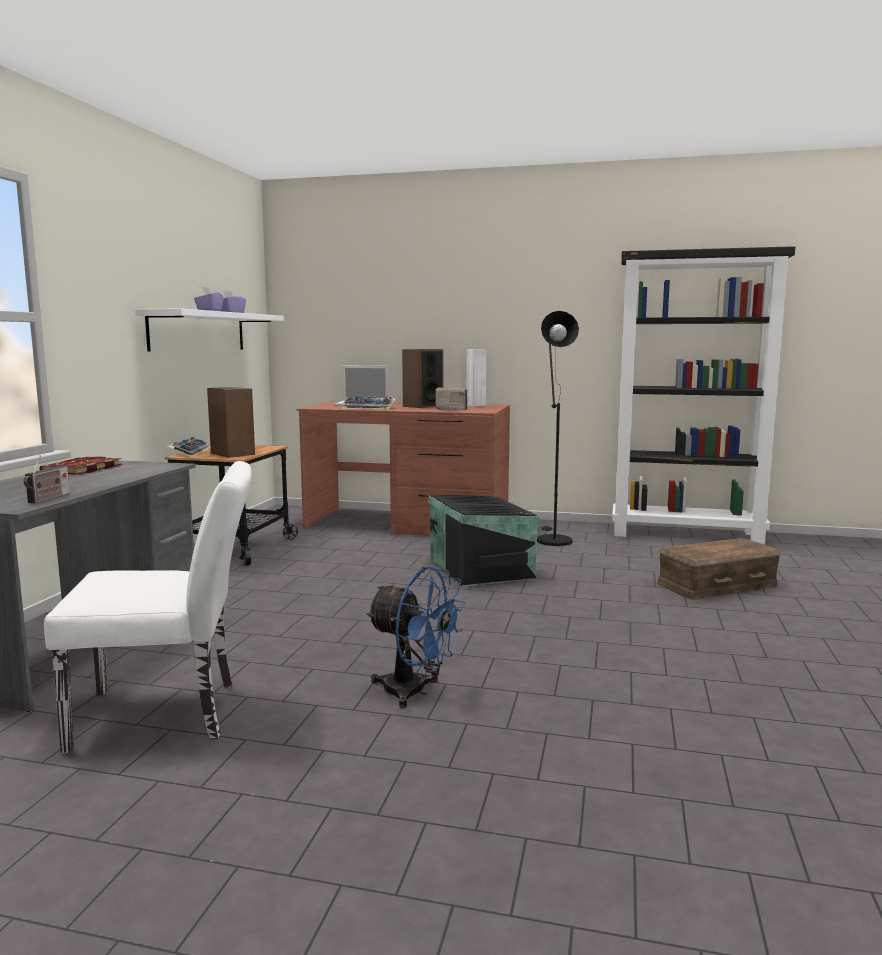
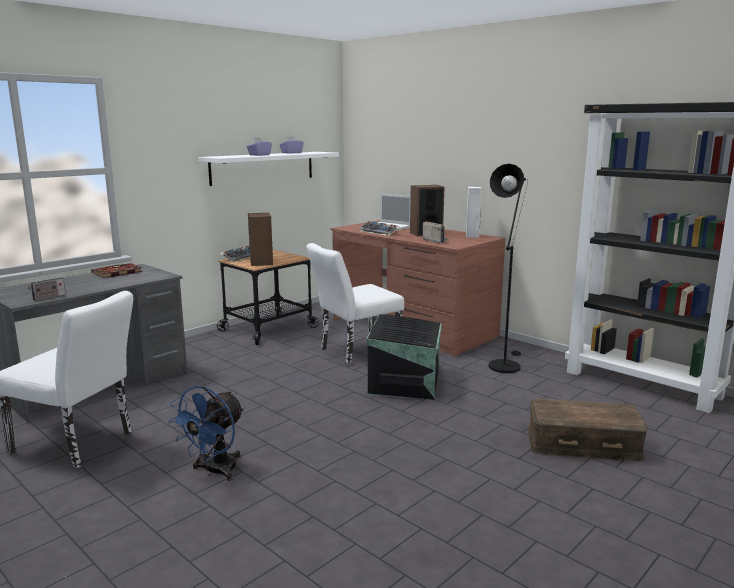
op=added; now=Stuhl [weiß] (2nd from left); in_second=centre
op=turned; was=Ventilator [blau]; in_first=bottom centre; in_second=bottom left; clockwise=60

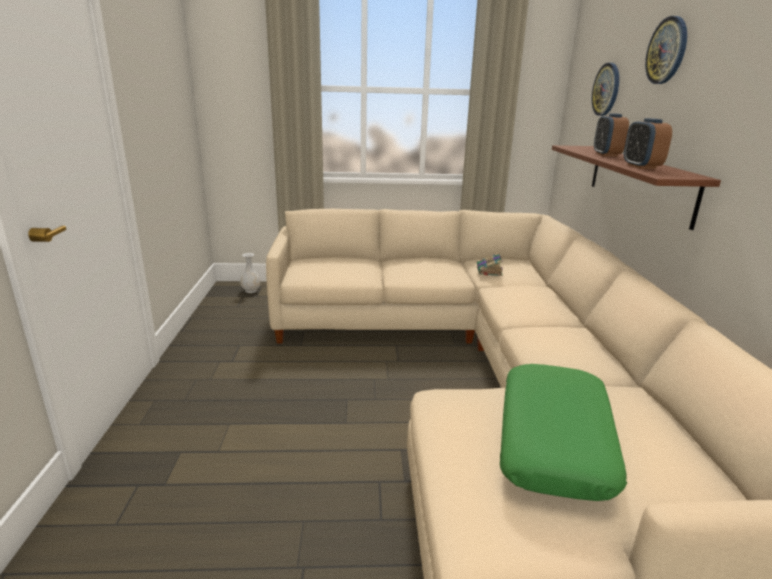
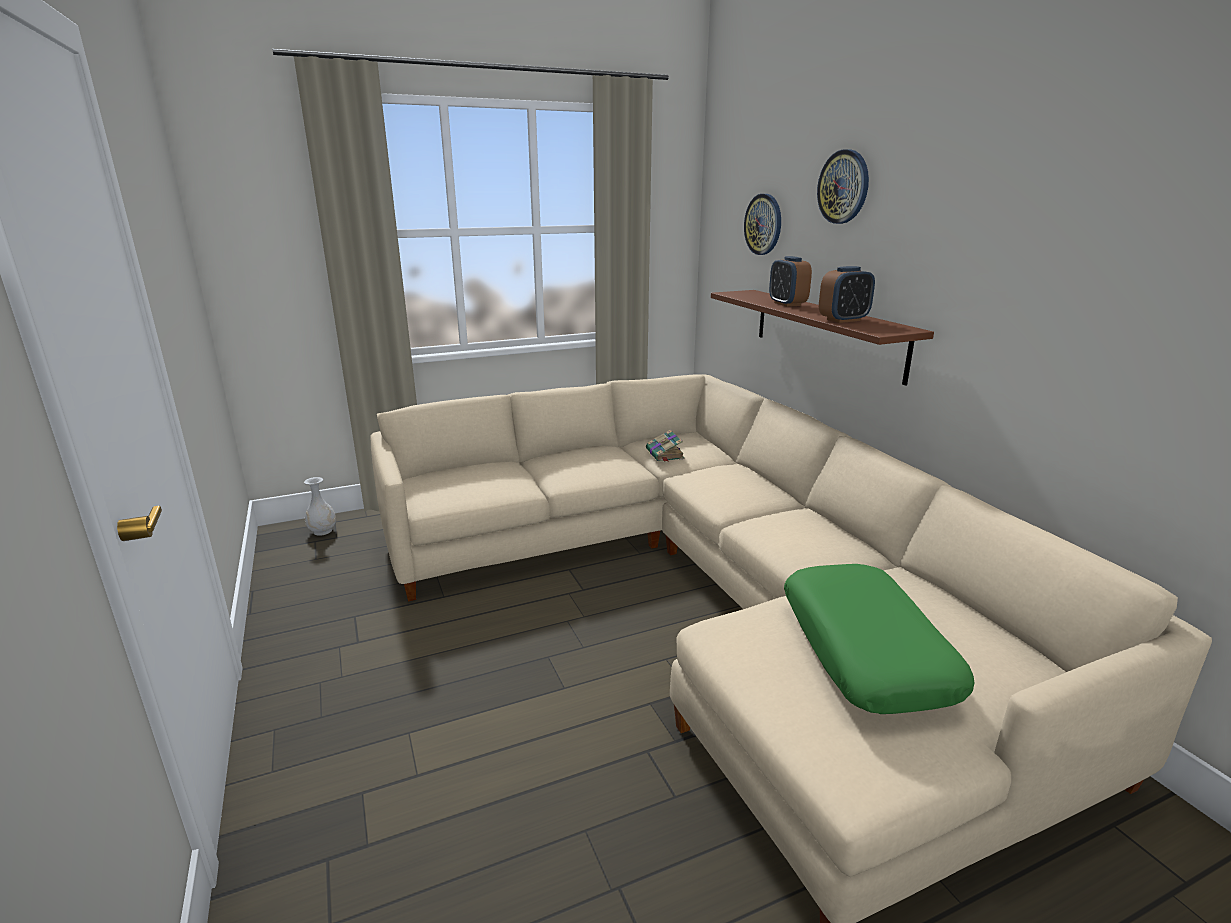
op=turned; was=Wecker (2nd from left); in_first=top right; in_second=top right; clockwise=-90

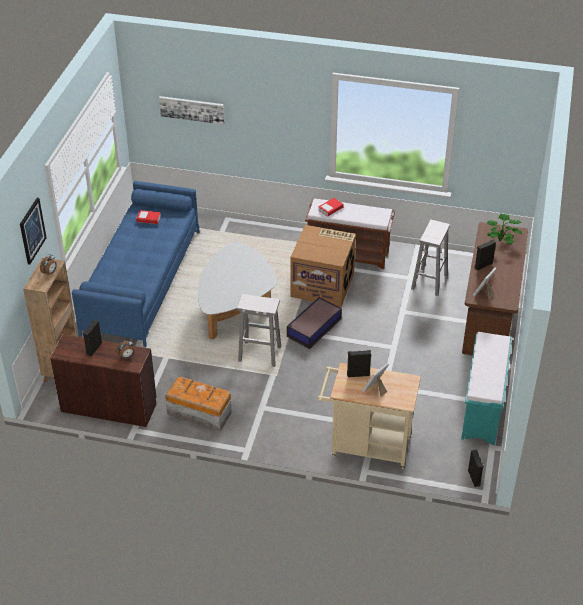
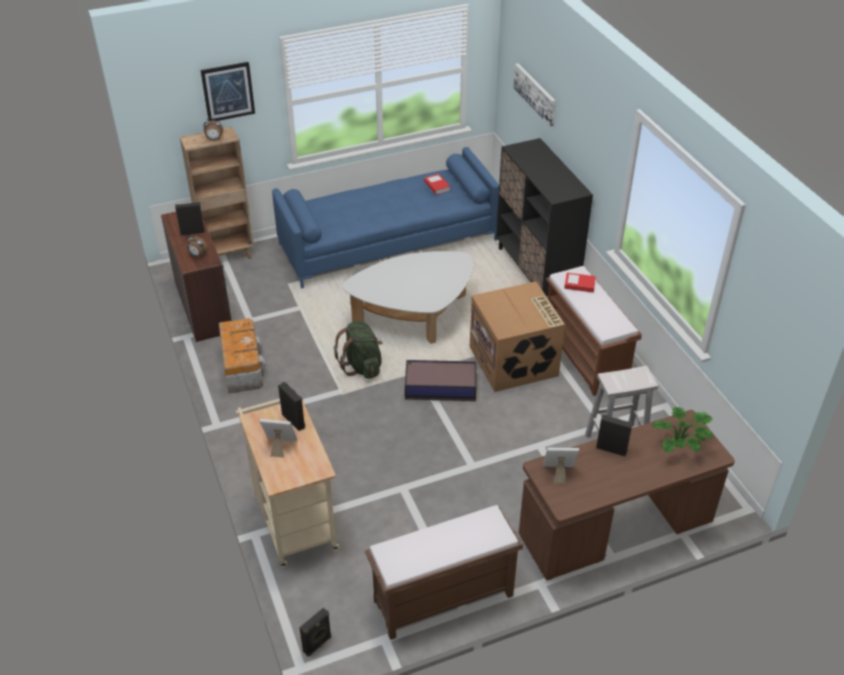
op=added; now=Schrank [schwarz]; in_second=top centre
op=replaced; was=Hocker [weiß] (1st from left); now=Rucksack [grün]; in_first=centre; in_second=centre
op=recoloured; was=Bank [türkis]; now=Bank [braun] (1st from left); in_first=middle right; in_second=bottom centre

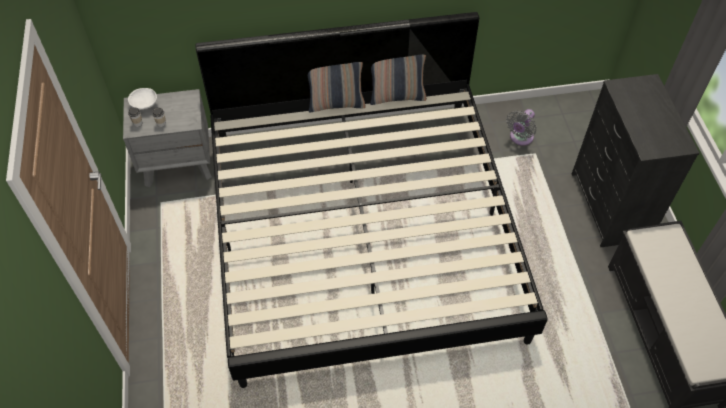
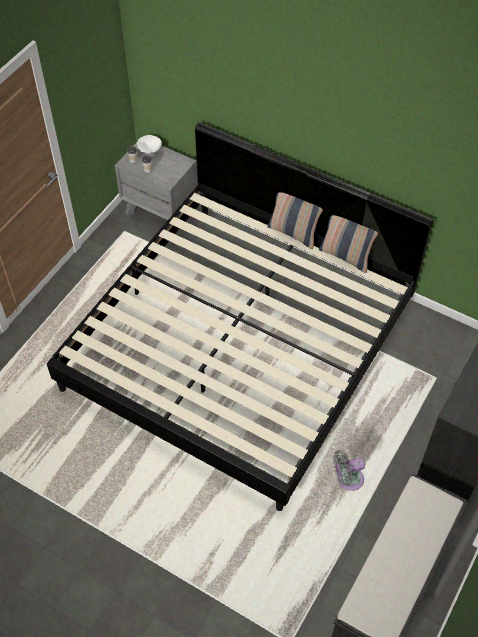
op=moved; was=Ventilator [grau]; in_first=top right; in_second=bottom right

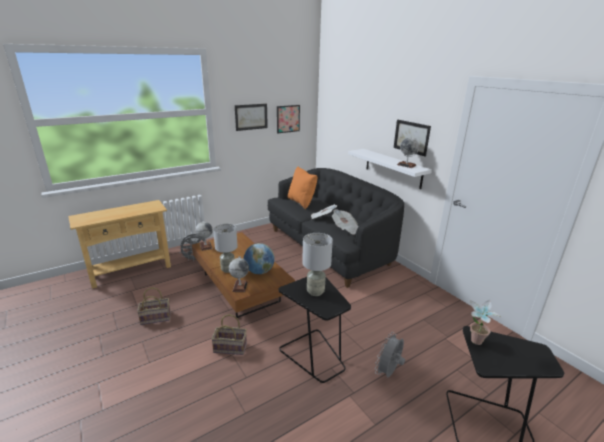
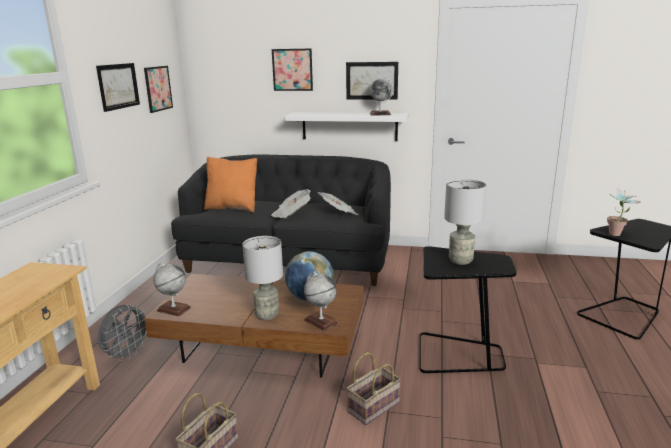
op=removed; was=Ventilator [grau] (2nd from left); in_first=bottom centre
op=added; now=Bild (3rd from left); in_second=top centre

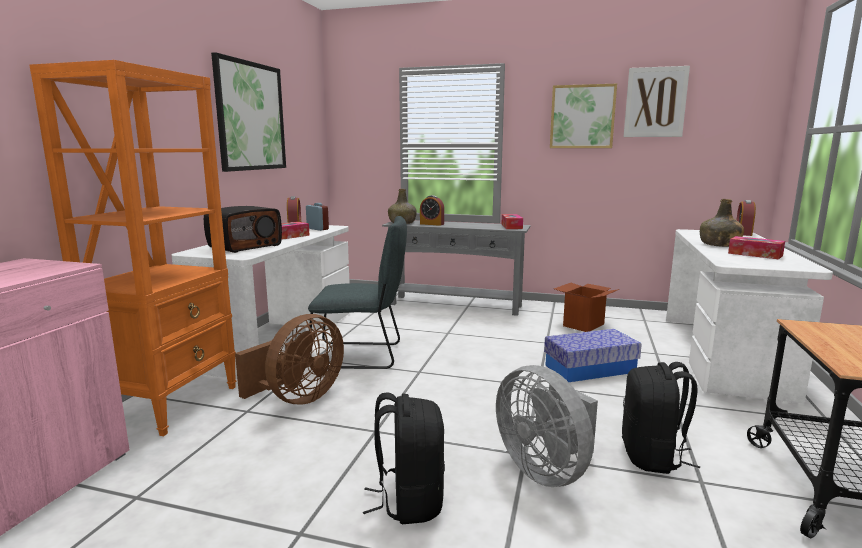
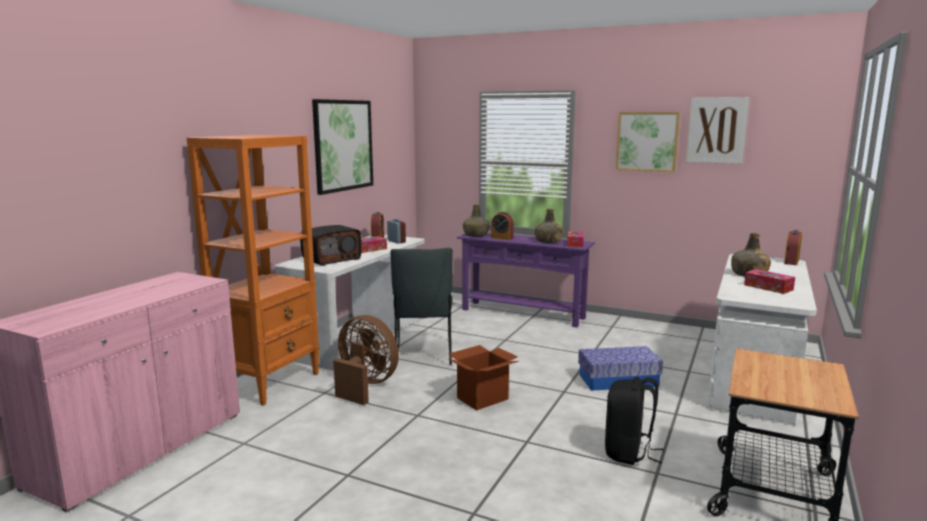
op=removed; was=Rucksack [schwarz] (1st from left); in_first=bottom centre
op=removed; was=Ventilator [grau]; in_first=bottom centre
op=added; now=Flasche [grün] (2nd from left); in_second=centre
op=moved; was=Karton; in_first=middle right; in_second=bottom centre
op=recoloured; was=Konsolentisch [grau]; now=Konsolentisch [lila]; in_first=centre; in_second=centre
op=turned; was=Ventilator [braun]; in_first=centre; in_second=bottom centre; clockwise=-105
op=turned; was=Stuhl [grau]; in_first=centre; in_second=centre; clockwise=75

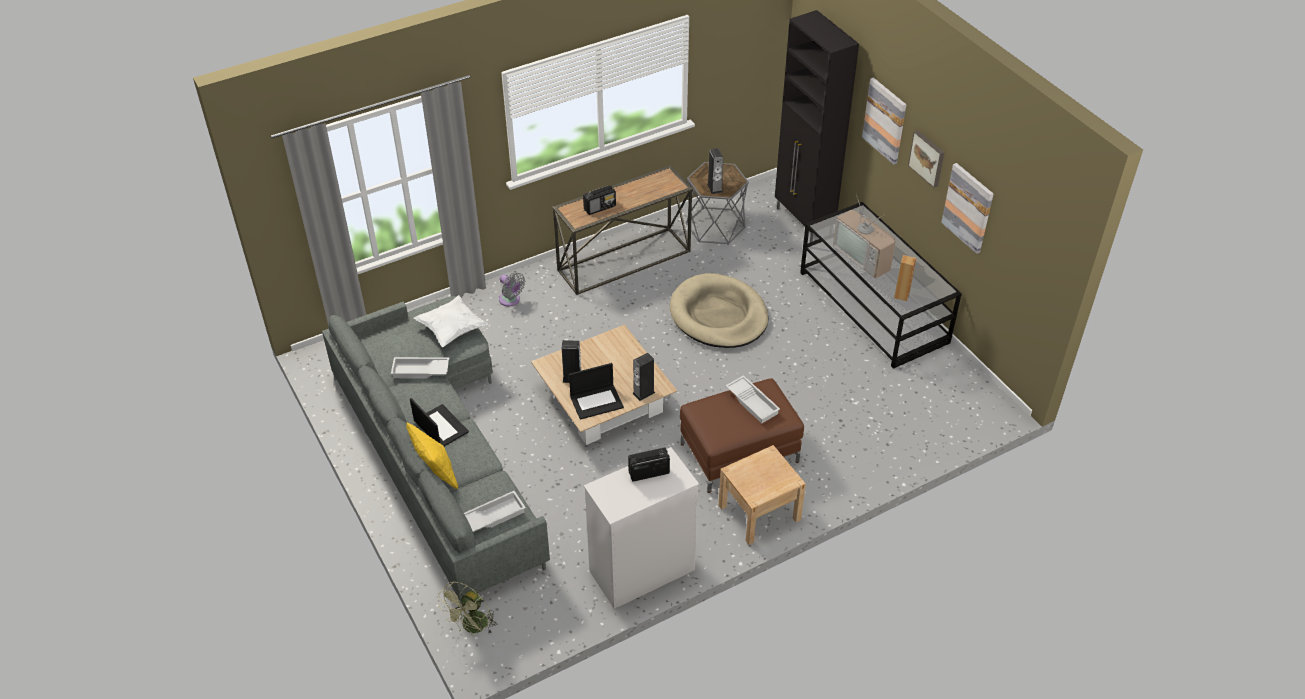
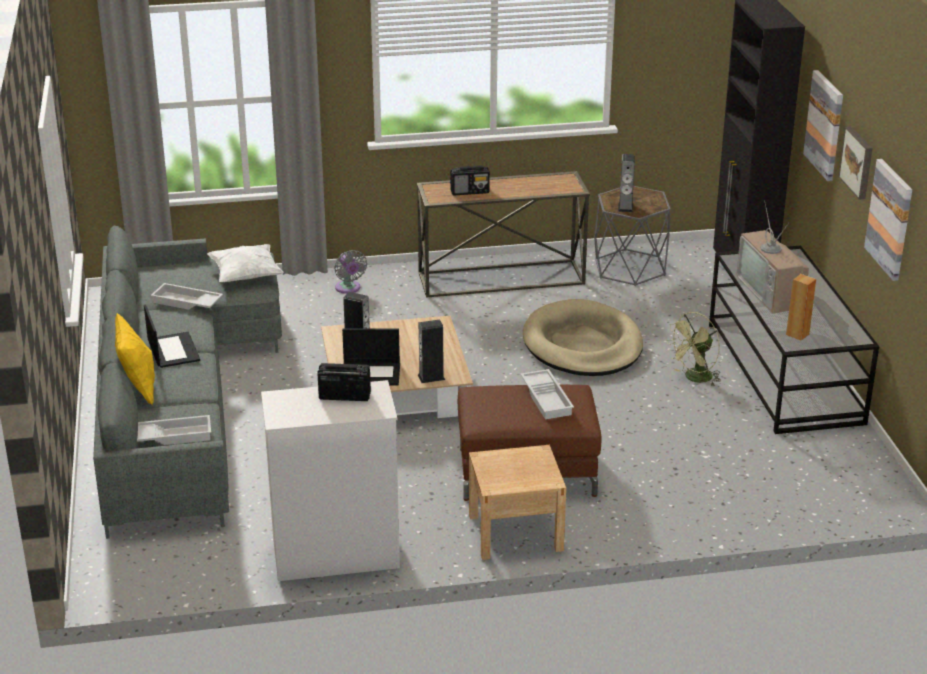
op=moved; was=Ventilator [grün]; in_first=bottom centre; in_second=middle right

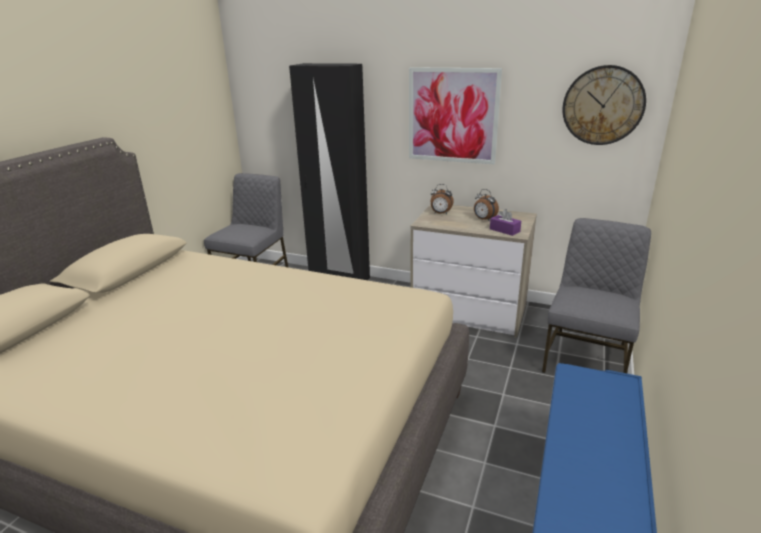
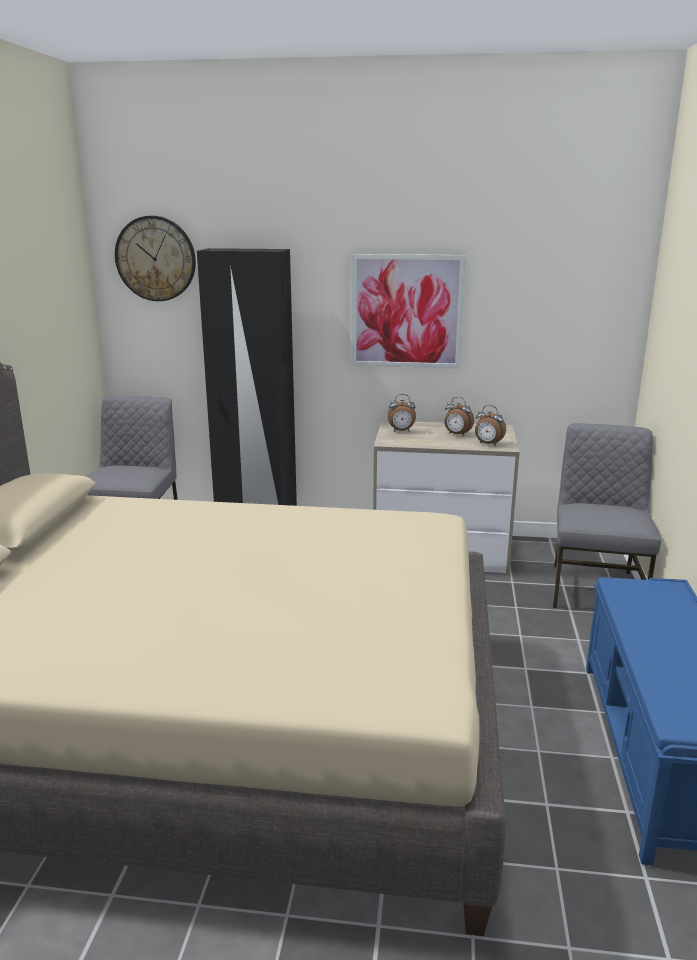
op=moved; was=Wanduhr; in_first=top right; in_second=top left
op=replaced; was=Taschentuchbox [lila]; now=Wecker (3rd from left); in_first=centre; in_second=middle right

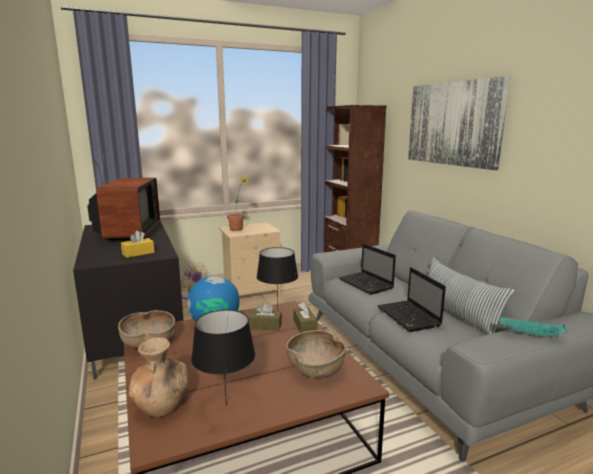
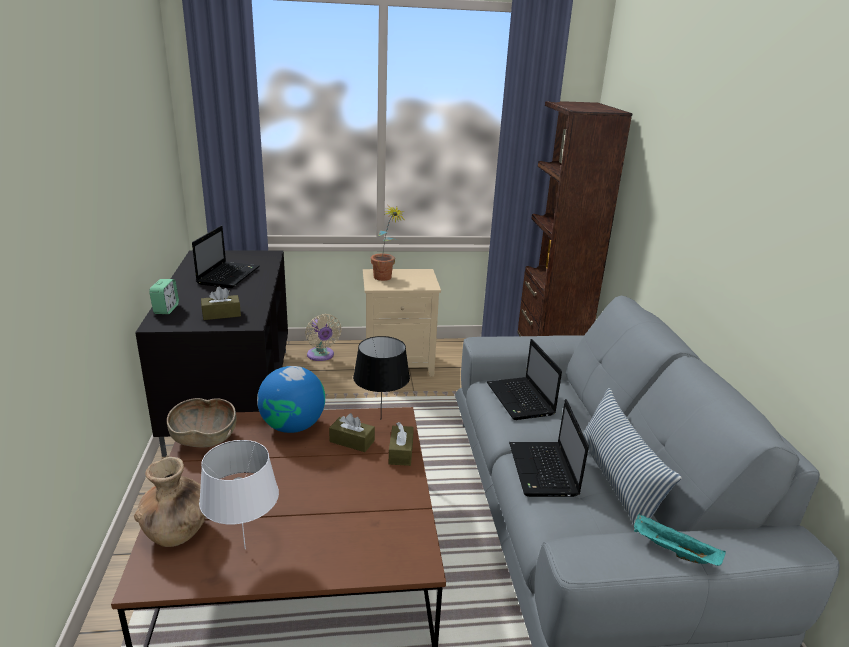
op=removed; was=Schüssel [braun] (2nd from left); in_first=bottom centre
op=removed; was=Bild; in_first=top right
op=added; now=Wecker; in_second=middle left
op=replaced; was=Fernseher; now=Laptop (1st from left); in_first=middle left; in_second=middle left
op=recoloured; was=Taschentuchbox [gelb]; now=Taschentuchbox [braun] (1st from left); in_first=middle left; in_second=middle left
op=recoloured; was=Tischlampe [schwarz] (1st from left); now=Tischlampe [weiß]; in_first=bottom centre; in_second=bottom left

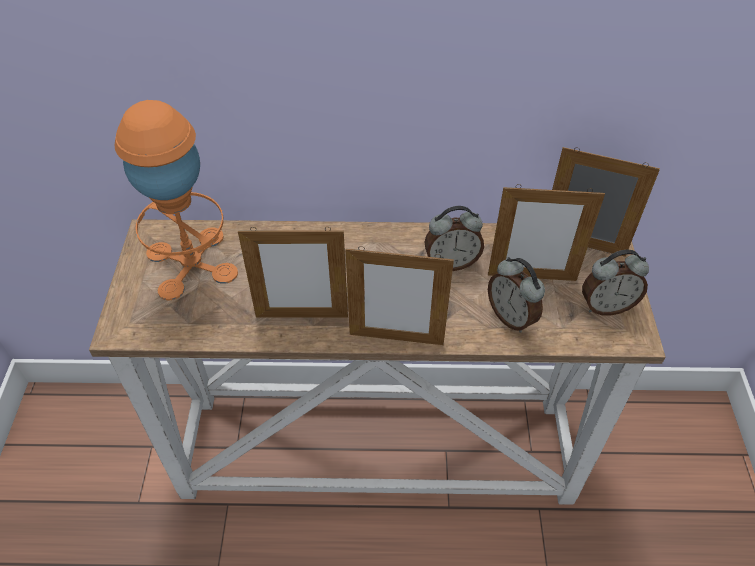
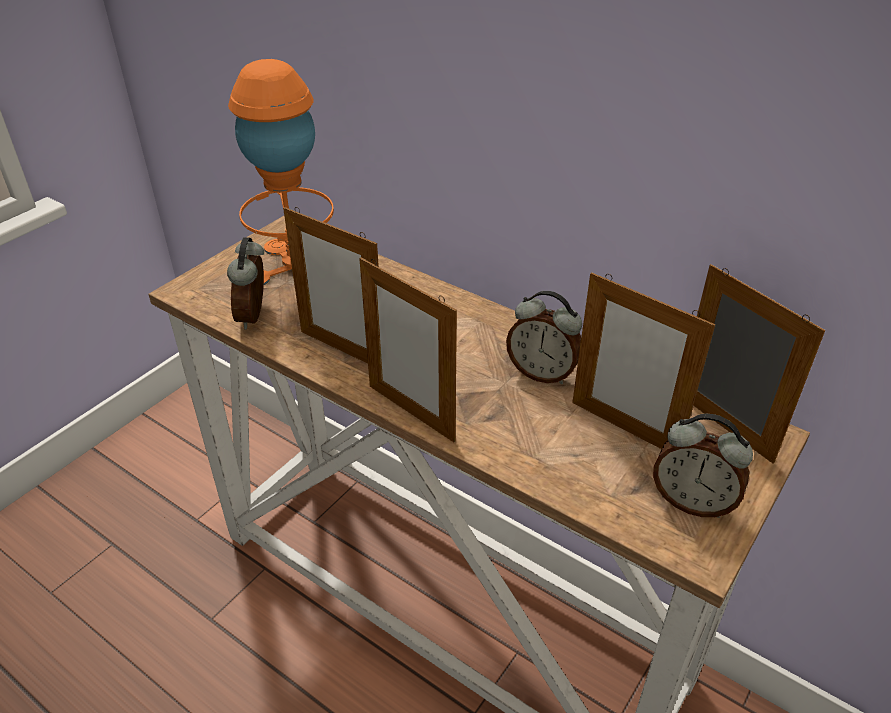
op=moved; was=Wecker (2nd from left in the first image); now=Wecker (1st from left); in_first=middle right; in_second=middle left

